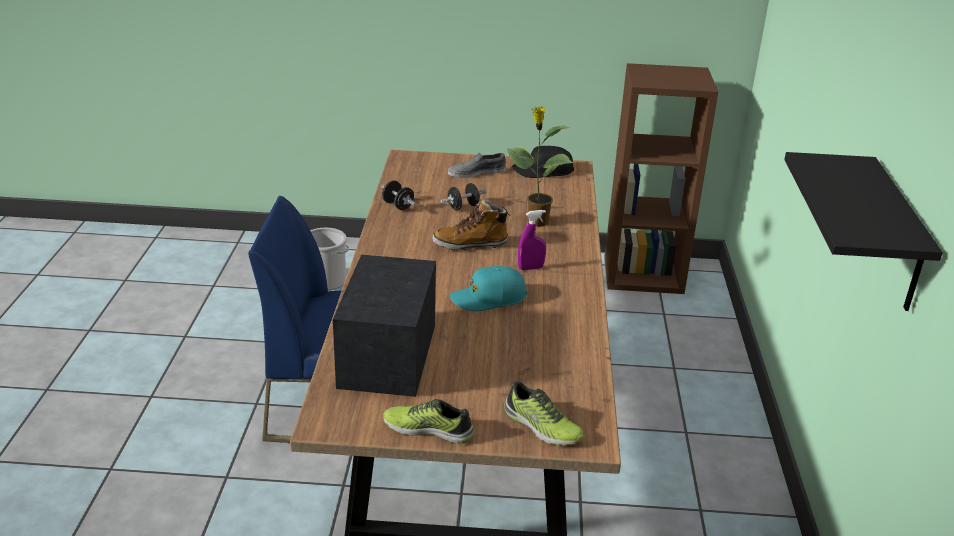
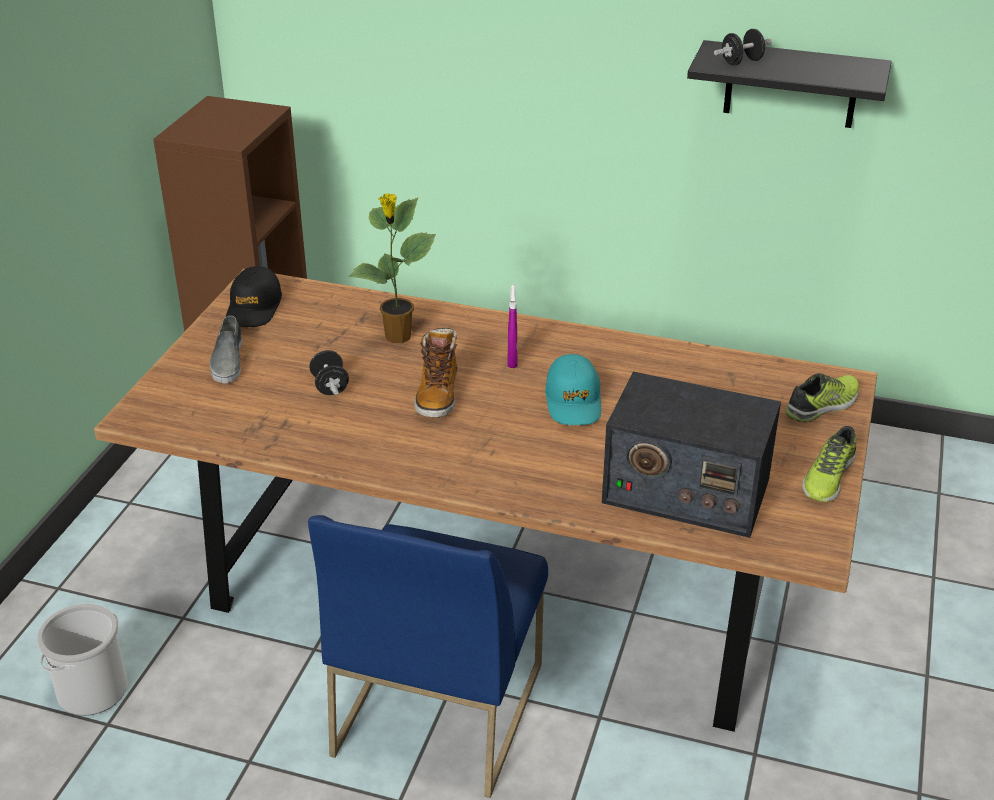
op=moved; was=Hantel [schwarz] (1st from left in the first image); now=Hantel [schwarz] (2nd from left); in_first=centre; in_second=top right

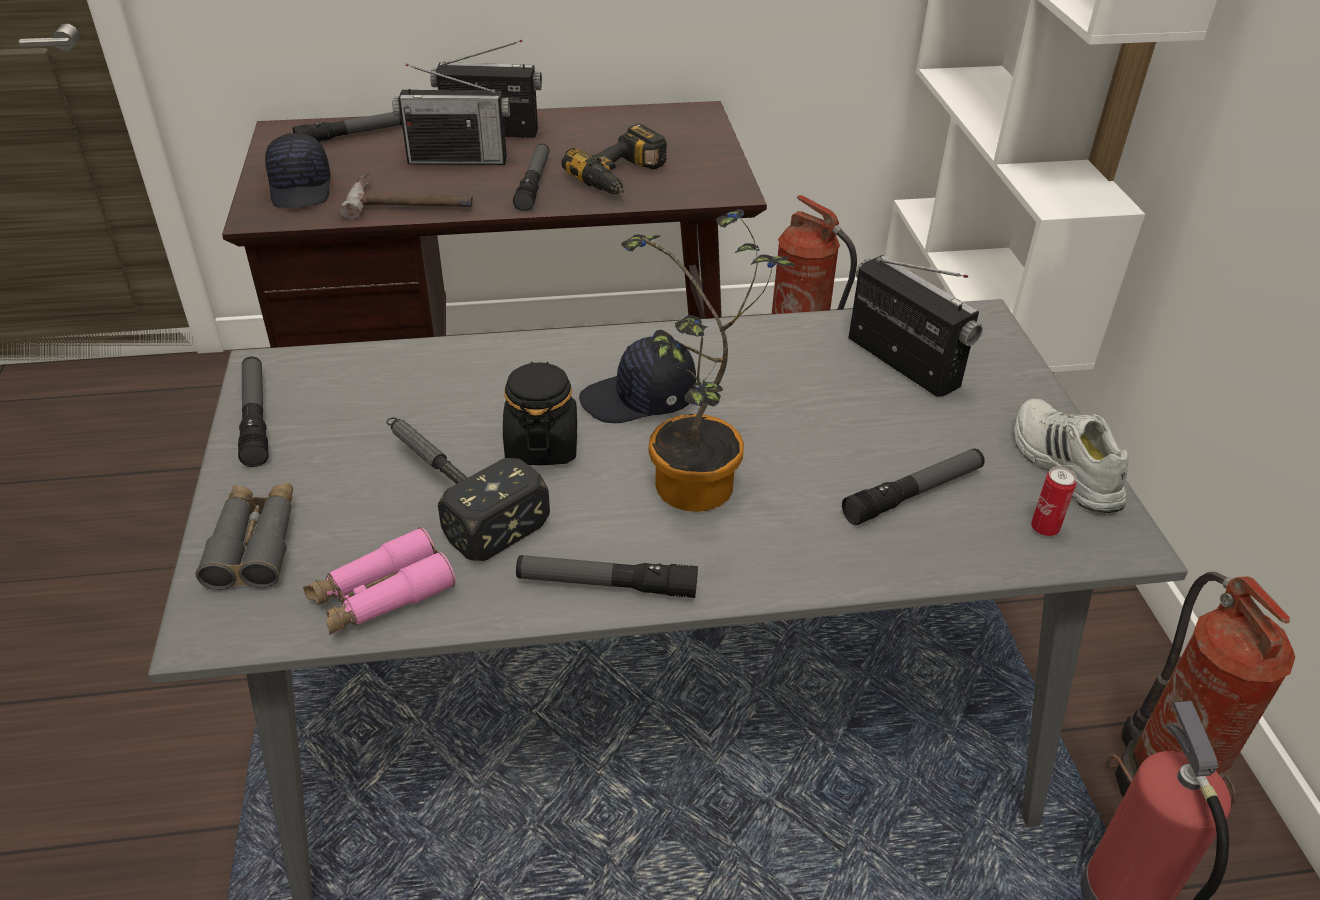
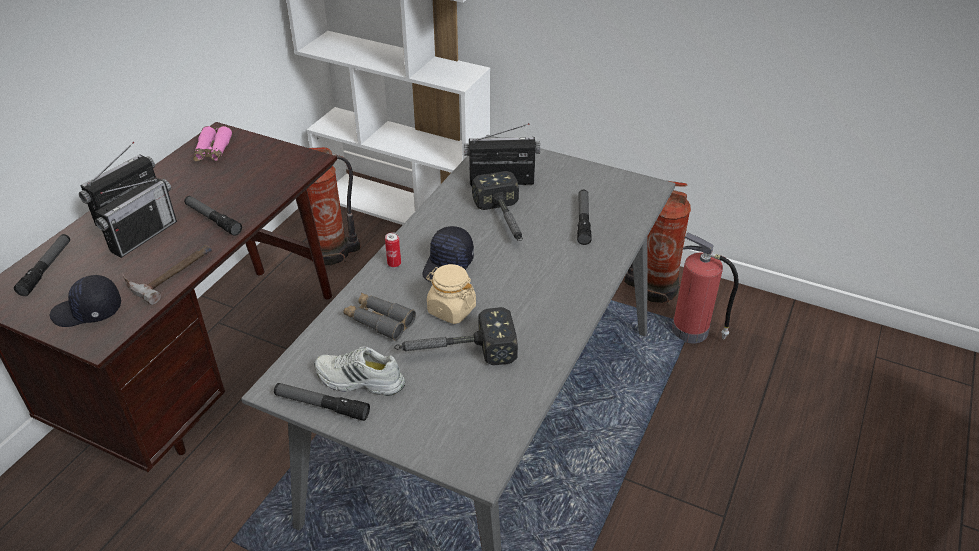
op=removed; was=Taschenlampe (4th from left); in_first=centre
op=removed; was=Bohrmaschine; in_first=top centre
op=removed; was=Topfpflanze; in_first=centre
op=added; now=Hammer (3rd from left); in_second=centre
op=moved; was=Fernglas [grau]; in_first=middle left; in_second=centre
op=moved; was=Fernglas [rosa]; in_first=middle left; in_second=top left
op=moved; was=Schuh [weiß]; in_first=middle right; in_second=bottom centre
op=moved; was=Dose; in_first=middle right; in_second=centre
op=recoloured; was=Vorratsglas [schwarz]; now=Vorratsglas [beige]; in_first=centre; in_second=centre
op=turned; was=Kappe [schwarz] (1st from left); in_first=top left; in_second=middle left; clockwise=150

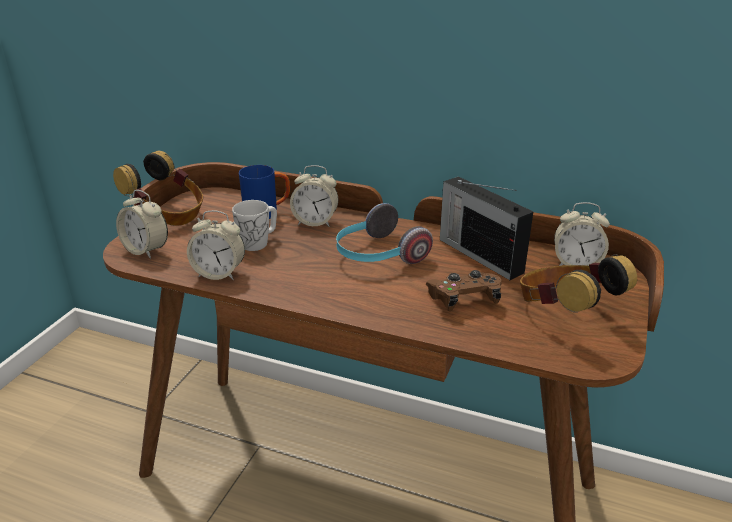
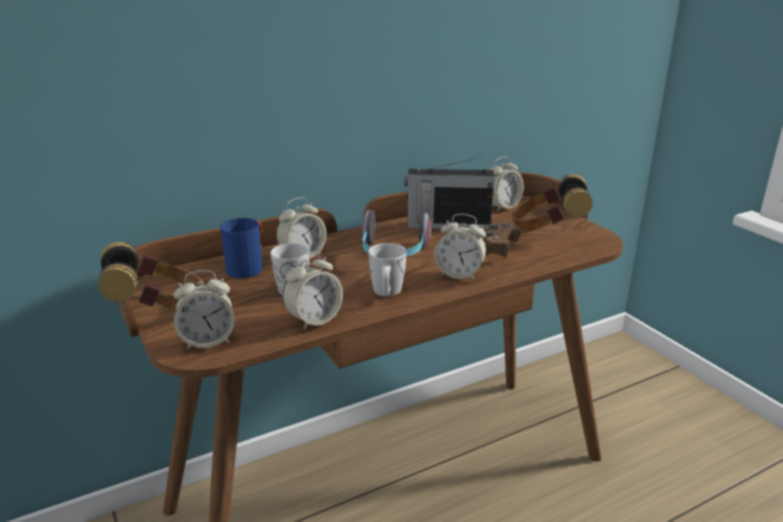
op=added; now=Henkelbecher [weiß] (2nd from left); in_second=centre
op=added; now=Wecker (4th from left); in_second=centre

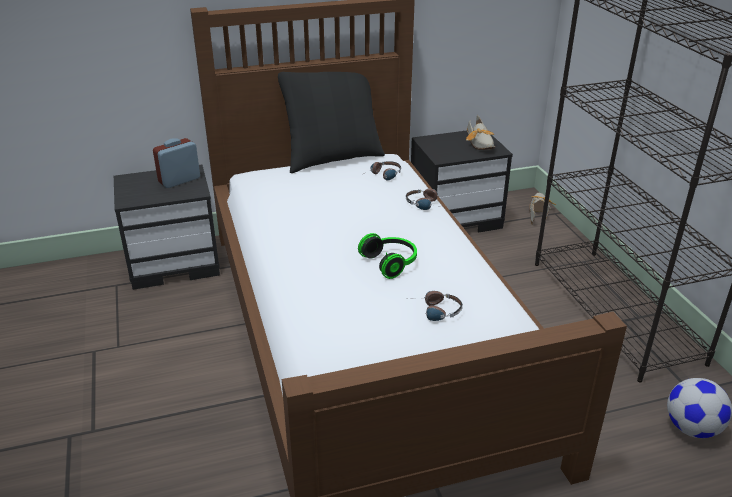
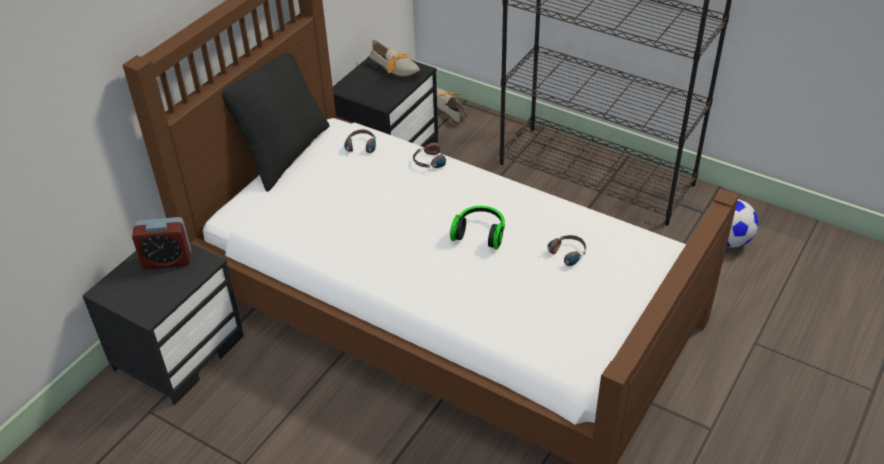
op=turned; was=Wecker; in_first=top left; in_second=middle left; clockwise=-105

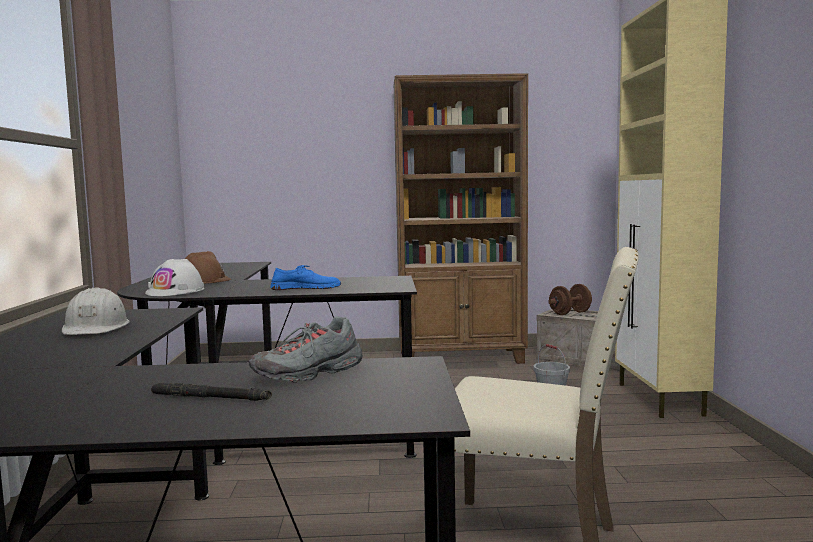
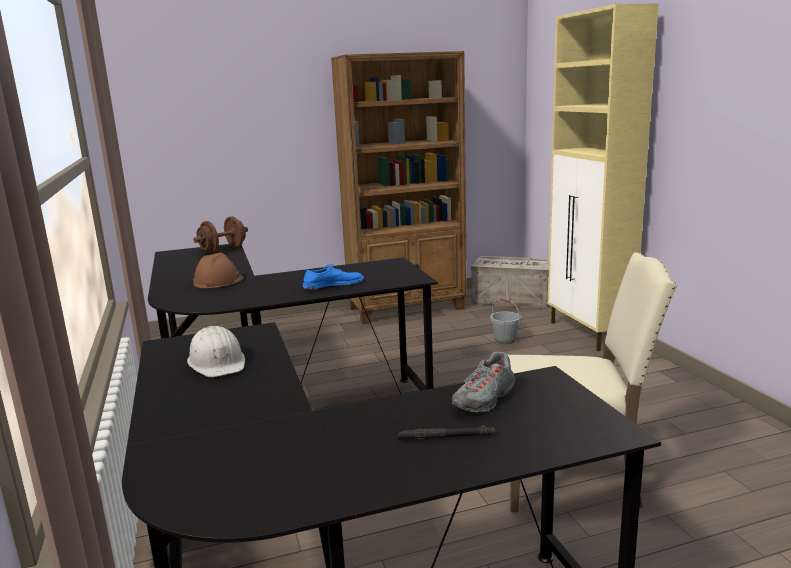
op=removed; was=Schutzhelm [weiß] (2nd from left); in_first=middle left
op=moved; was=Hantel [braun]; in_first=middle right; in_second=middle left

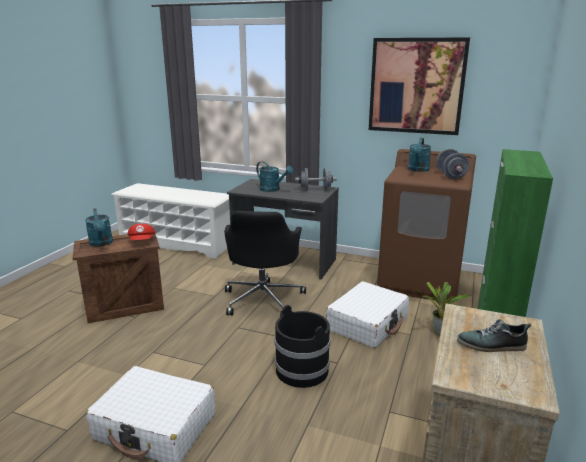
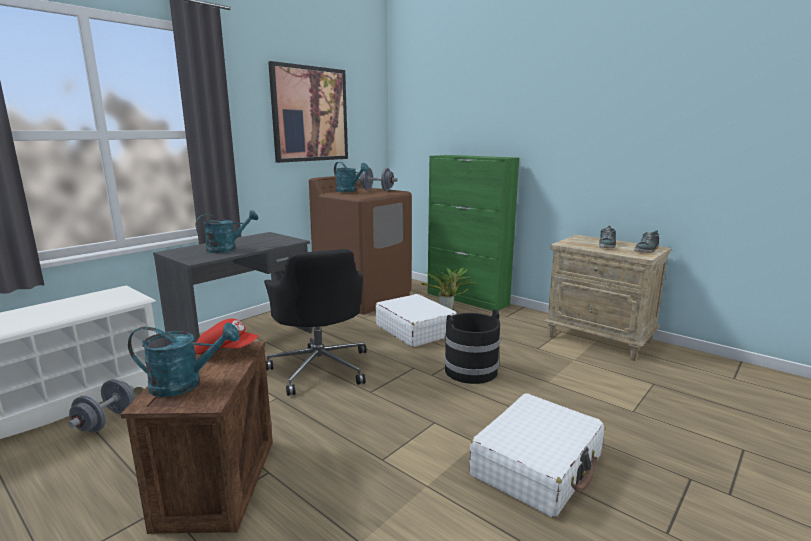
op=added; now=Schuh (2nd from left); in_second=middle right
op=moved; was=Hantel [grau] (1st from left); in_first=centre; in_second=bottom left
op=turned; was=Bürostuhl [schwarz]; in_first=centre; in_second=centre; clockwise=45

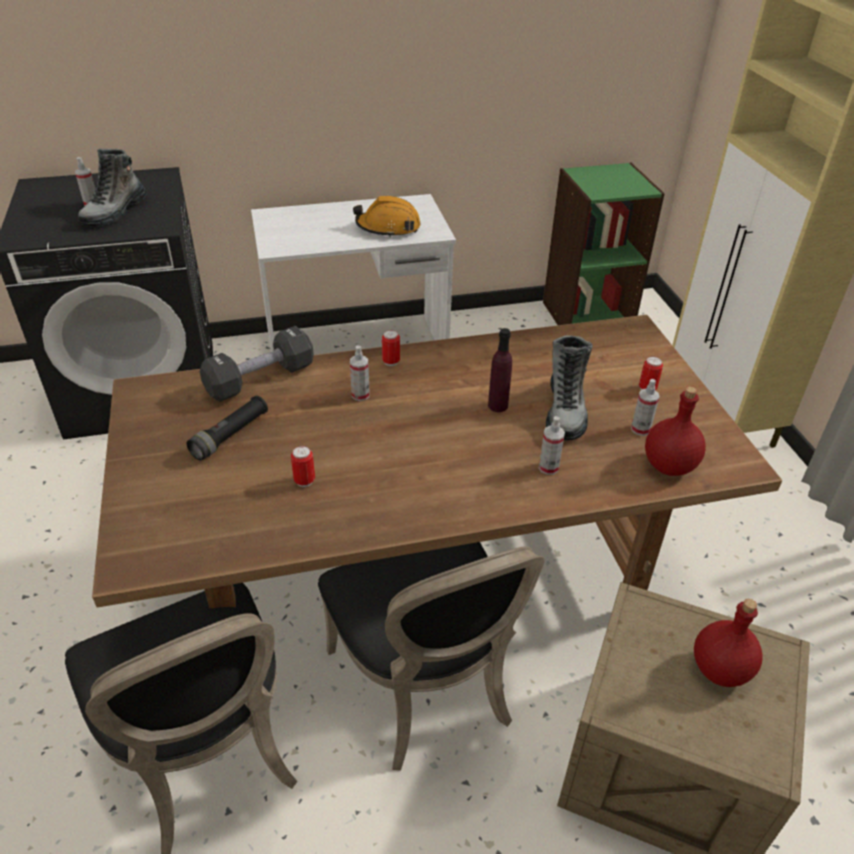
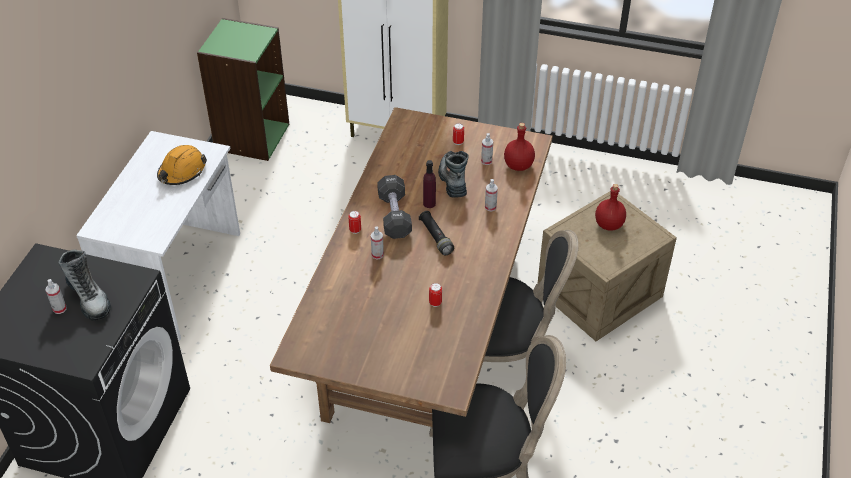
op=moved; was=Taschenlampe [schwarz]; in_first=middle left; in_second=centre
op=moved; was=Hantel [schwarz]; in_first=middle left; in_second=centre
op=turned; was=Stiefel (2nd from left); in_first=centre; in_second=centre; clockwise=-135

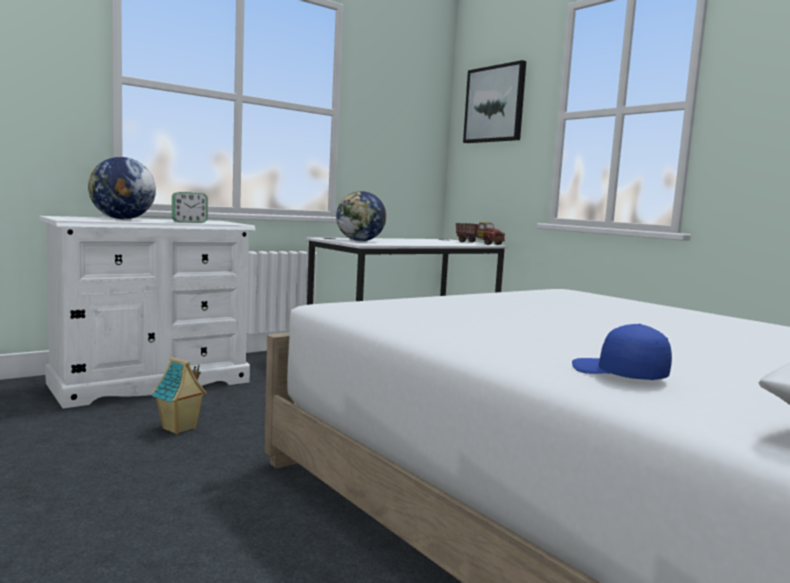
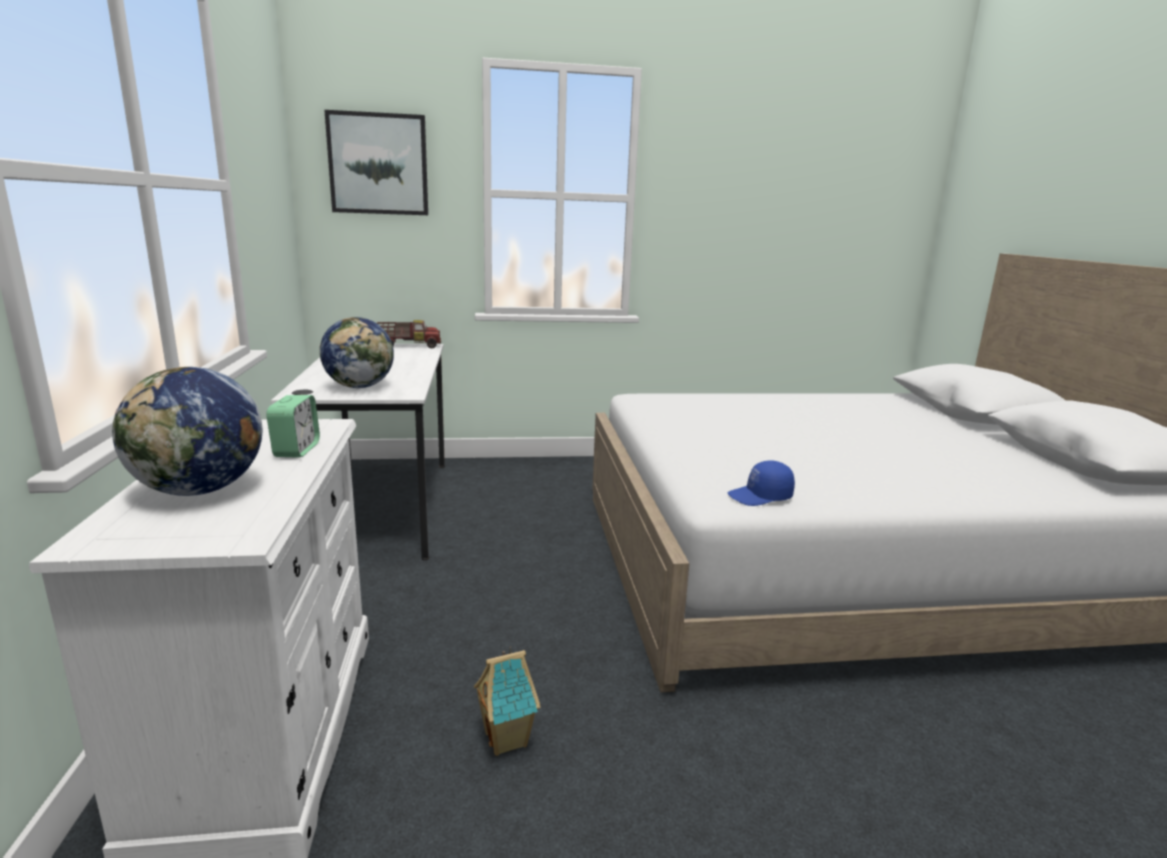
op=moved; was=Kappe [blau]; in_first=middle right; in_second=centre

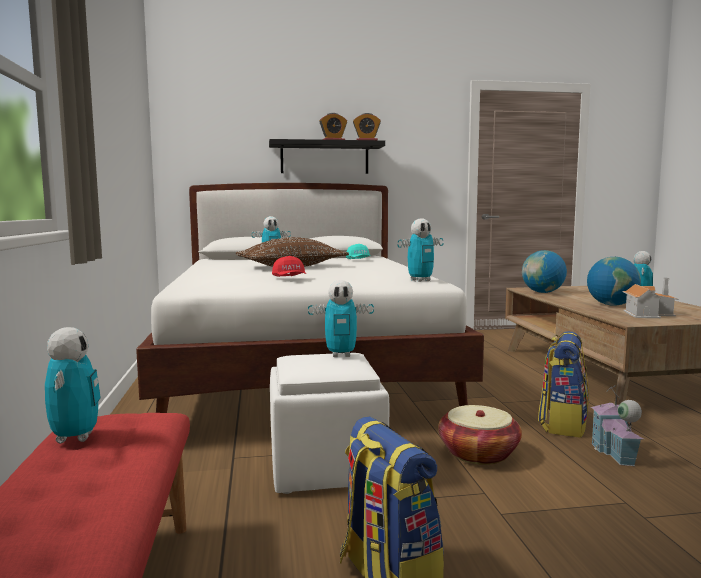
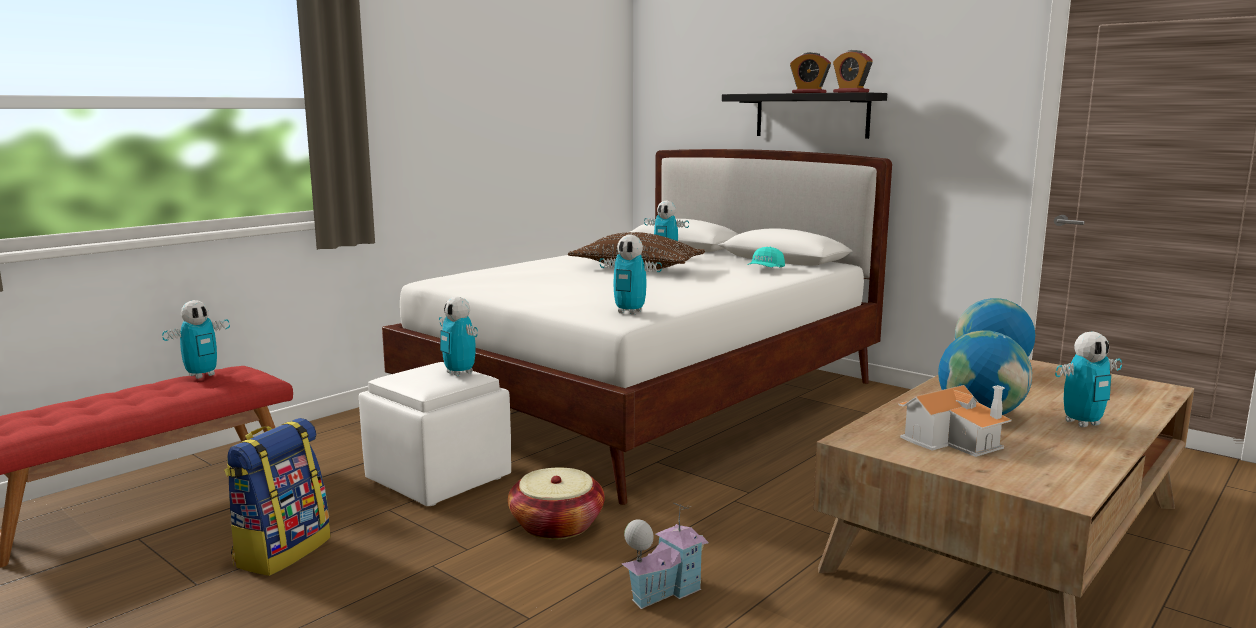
op=removed; was=Kappe [rot]; in_first=centre
op=removed; was=Rucksack (2nd from left); in_first=middle right

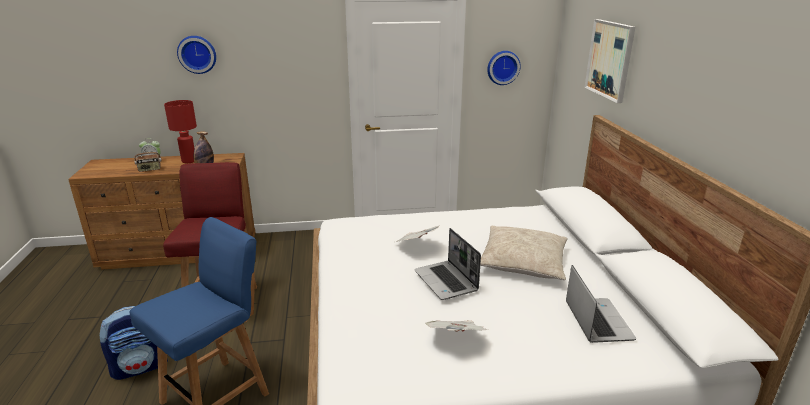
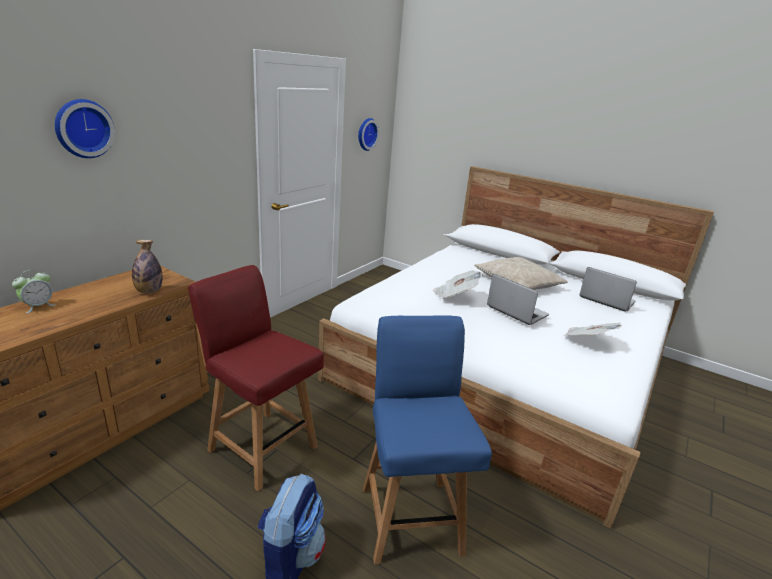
op=removed; was=Radio; in_first=middle left
op=removed; was=Tischlampe [rot]; in_first=top left
op=removed; was=Bild; in_first=top right
op=turned; was=Laptop (1st from left); in_first=centre; in_second=middle right; clockwise=-150

